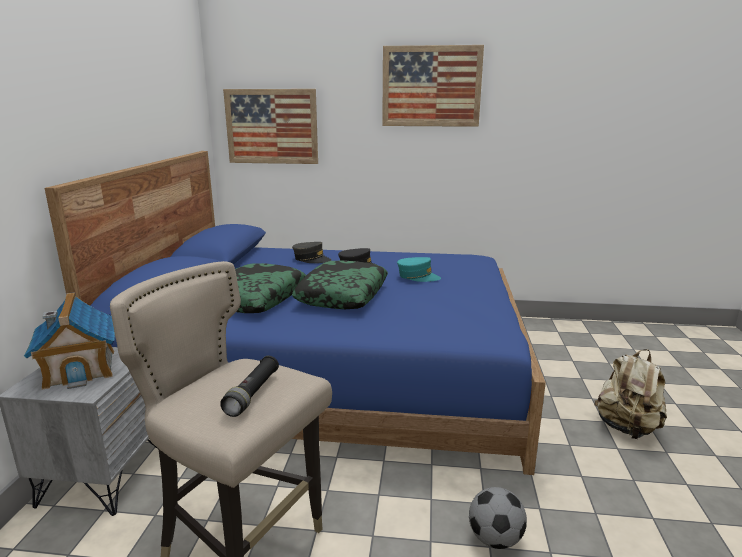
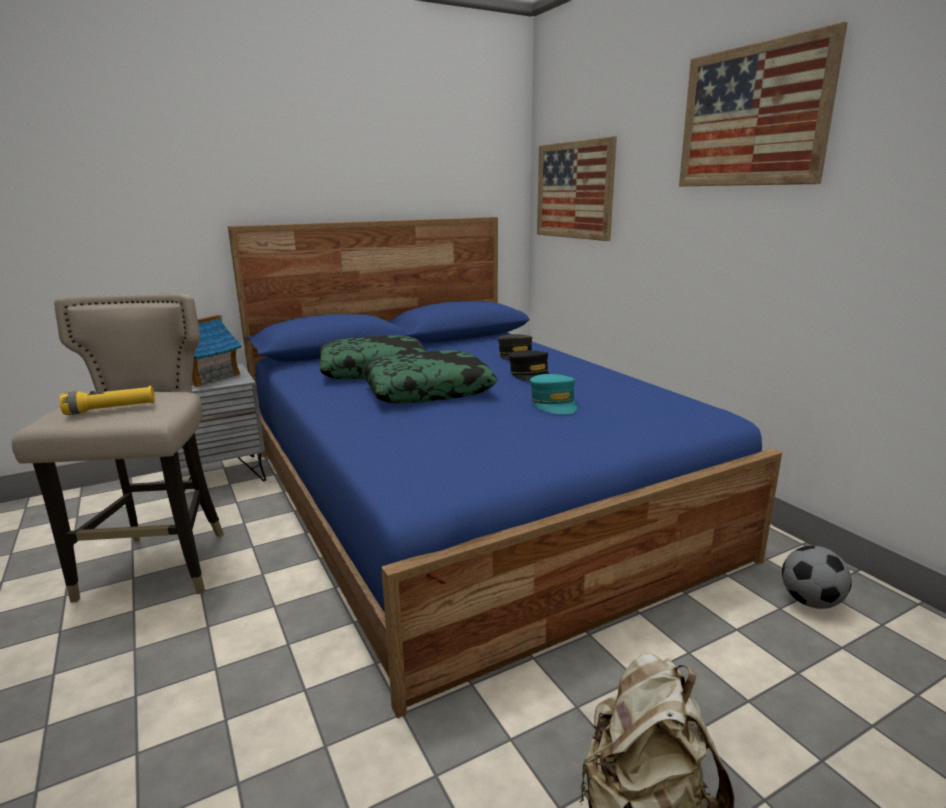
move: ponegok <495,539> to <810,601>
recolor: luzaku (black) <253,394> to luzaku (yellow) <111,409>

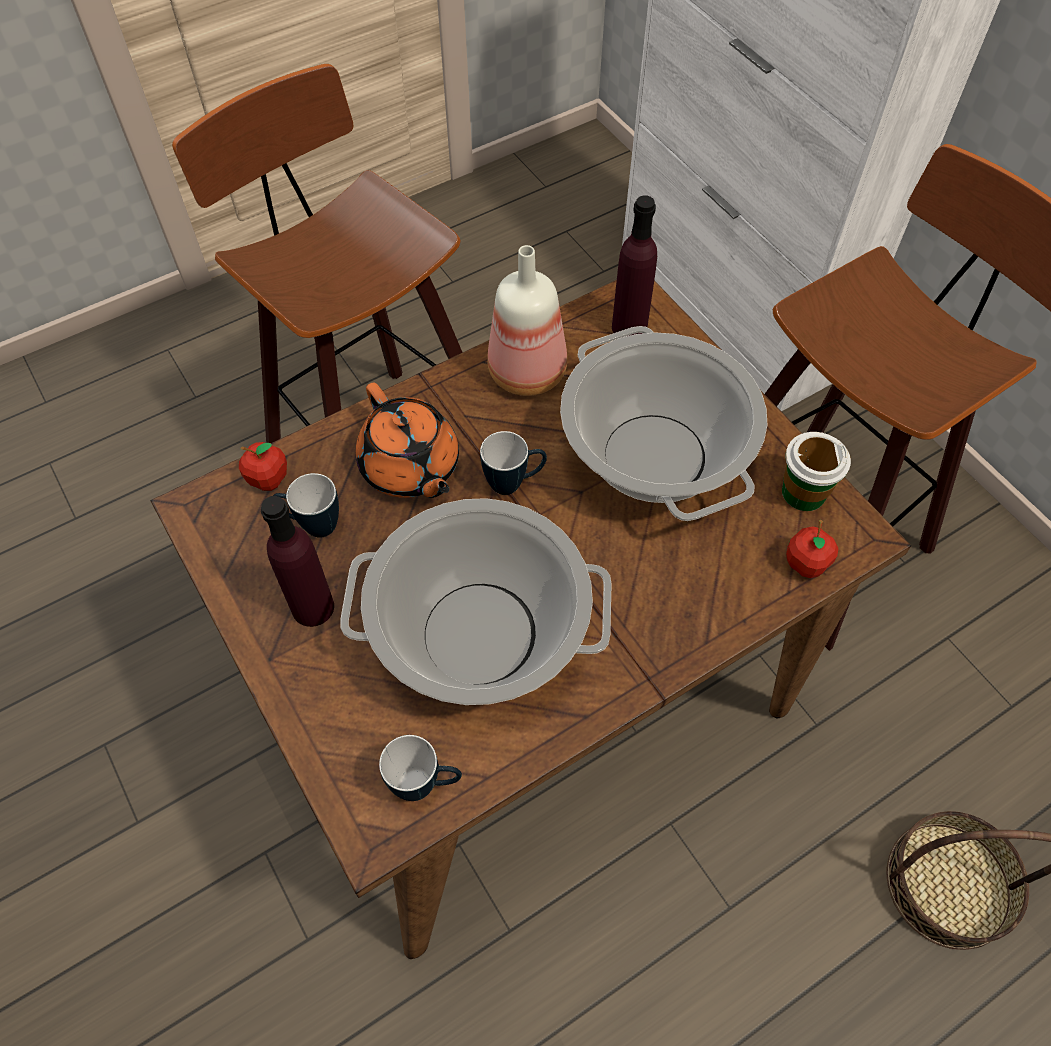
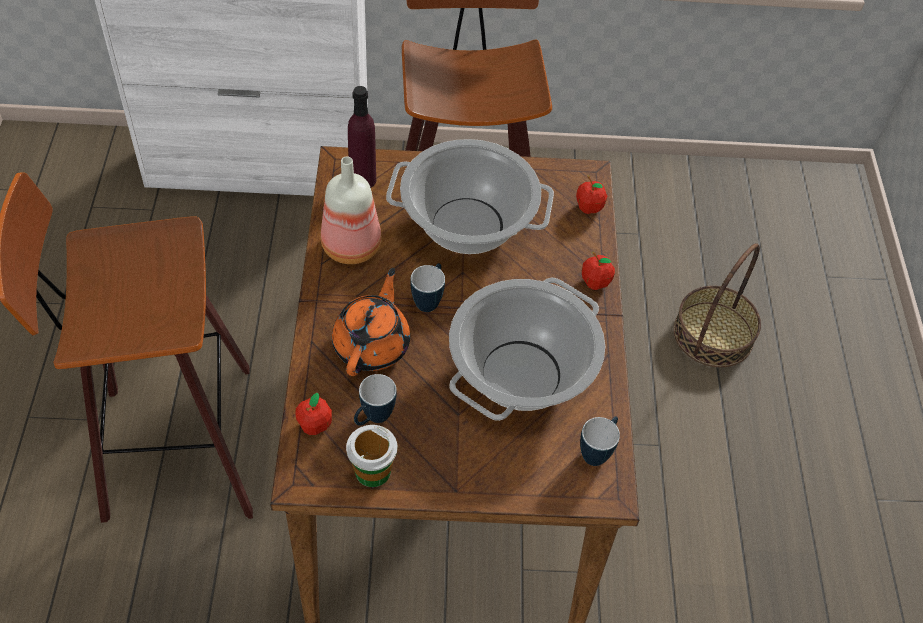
delete: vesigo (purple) <313,607>
insert: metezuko <595,282>
move: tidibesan <803,492> to <372,471>
rotate: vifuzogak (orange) <410,467> = <372,344> 75 degrees counterclockwise

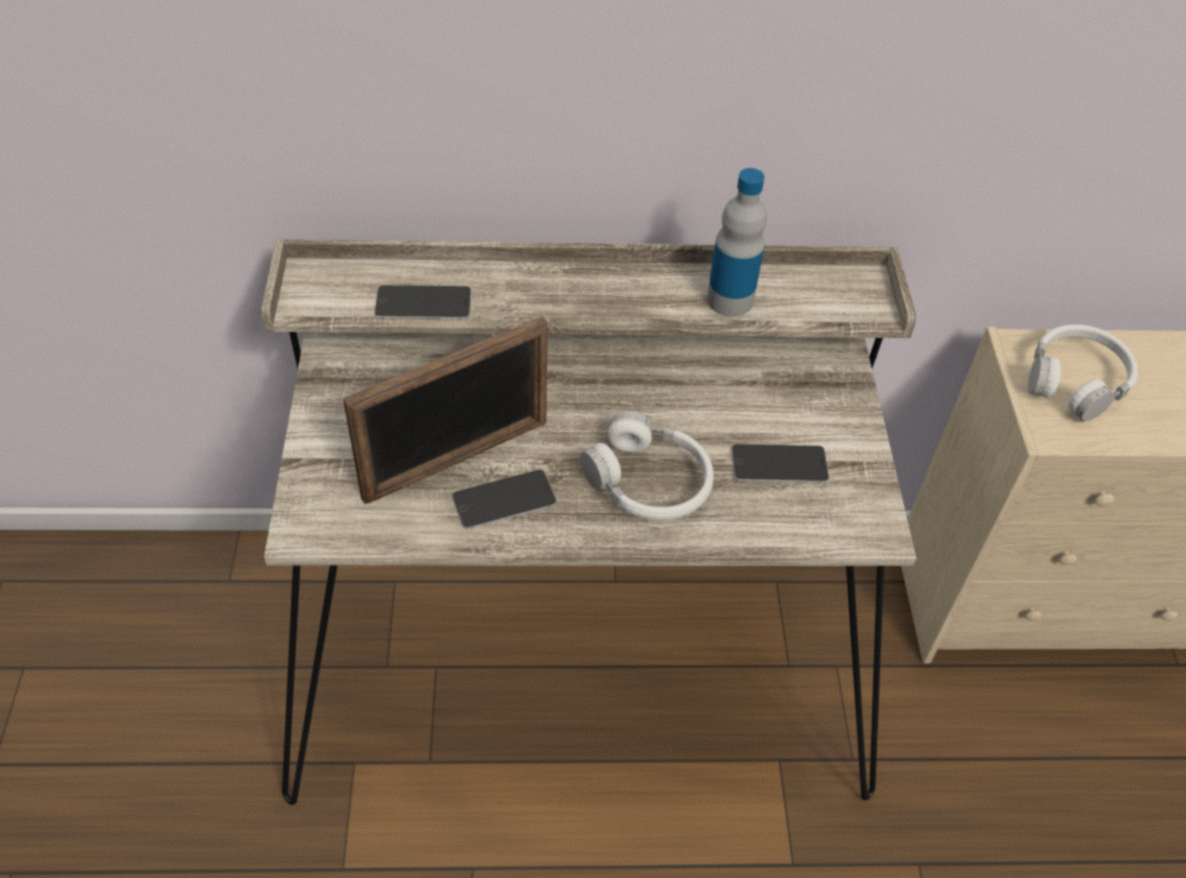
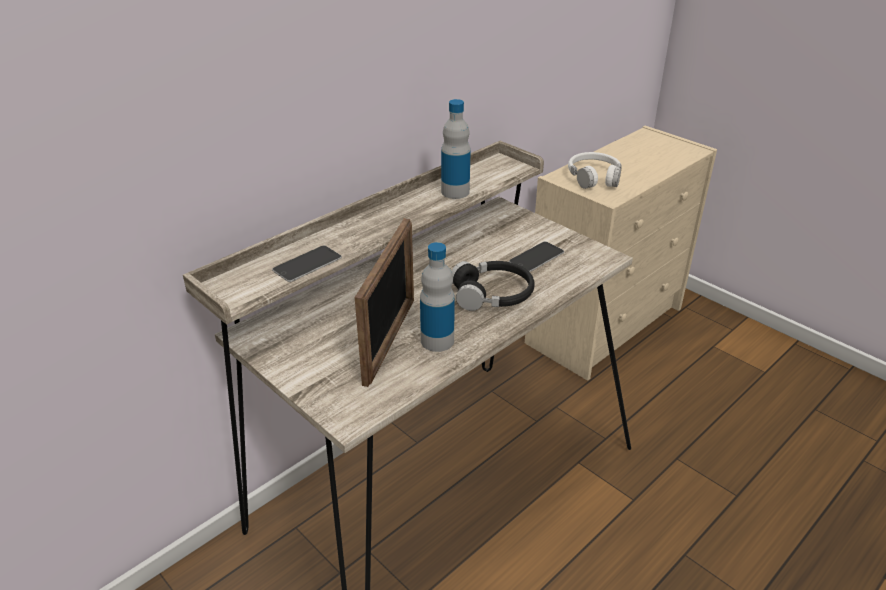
replace: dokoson <504,499> to vesigo <437,341>
recolor: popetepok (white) <648,482> to popetepok (black) <492,295>

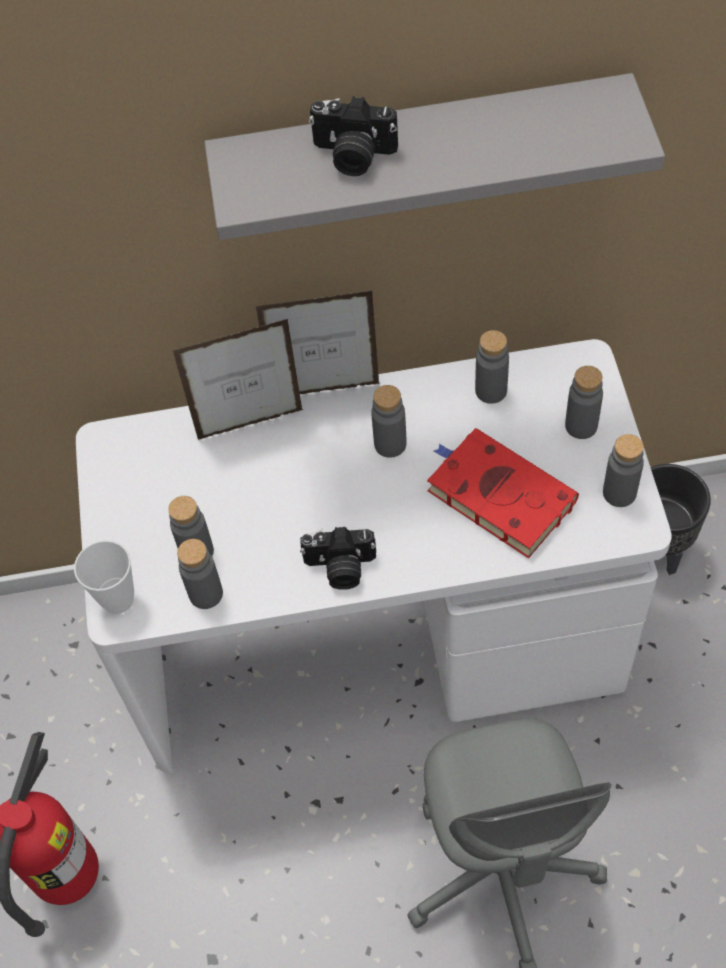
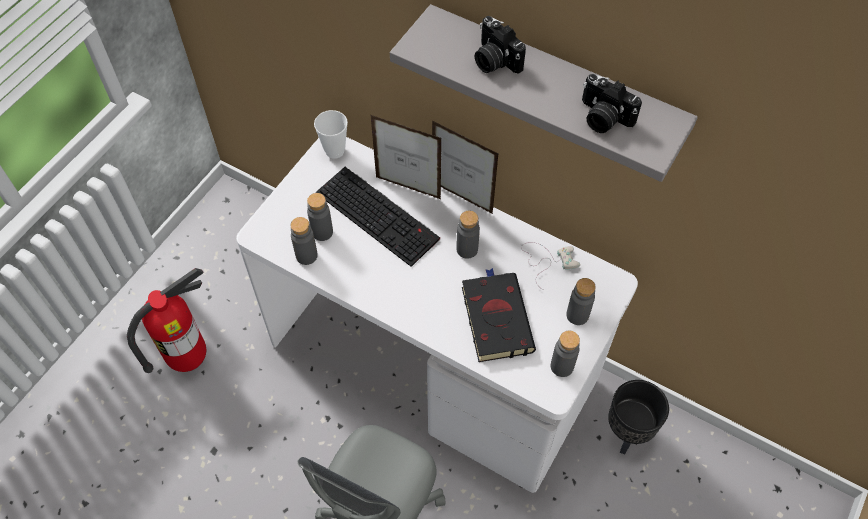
insert: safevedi <379,215>
move: tidibesan <118,599> to <334,151>; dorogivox <340,568> to <603,118>
replace: vesigo (grey) <491,390> to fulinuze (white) <547,260>
recolor: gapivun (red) <497,495> to gapivun (black) <495,317>

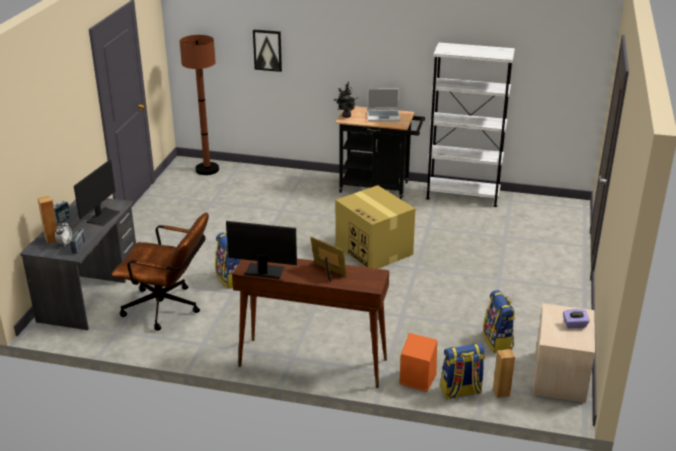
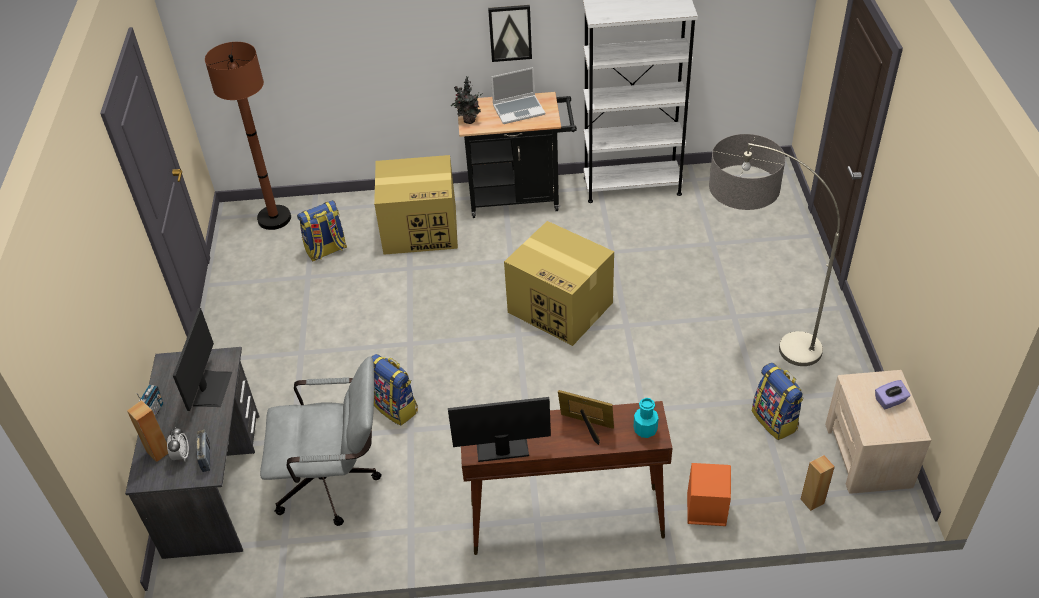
insert: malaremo <421,229>; vesigo (turquoise) <645,429>; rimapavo <749,338>
move: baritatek <460,391> to <326,250>; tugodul <267,50> to <510,32>
recolor: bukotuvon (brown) <168,309> to bukotuvon (grey) <336,482>

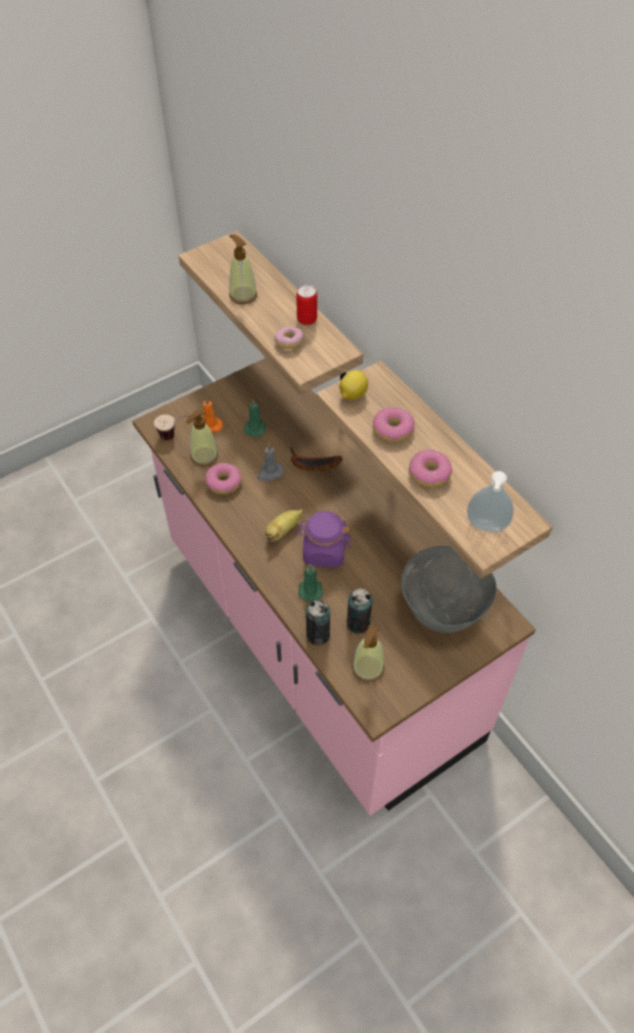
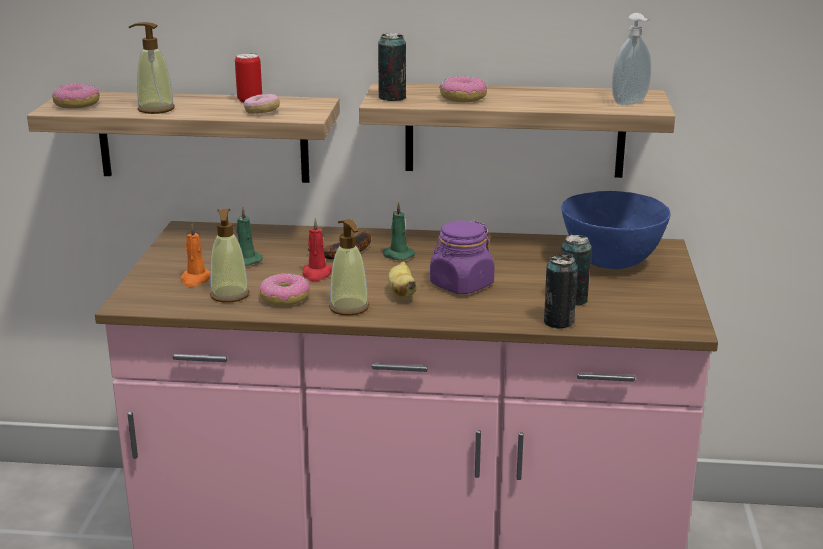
delete: tidibesan <175,436>
move: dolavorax <429,474> to <77,104>; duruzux <367,668> to <349,308>; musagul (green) <310,589> to <397,255>
replace: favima <352,395> to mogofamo <392,98>
recolor: musagul (grey) <269,473> to musagul (red) <317,274>; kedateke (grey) <442,611> to kedateke (blue) <612,263>

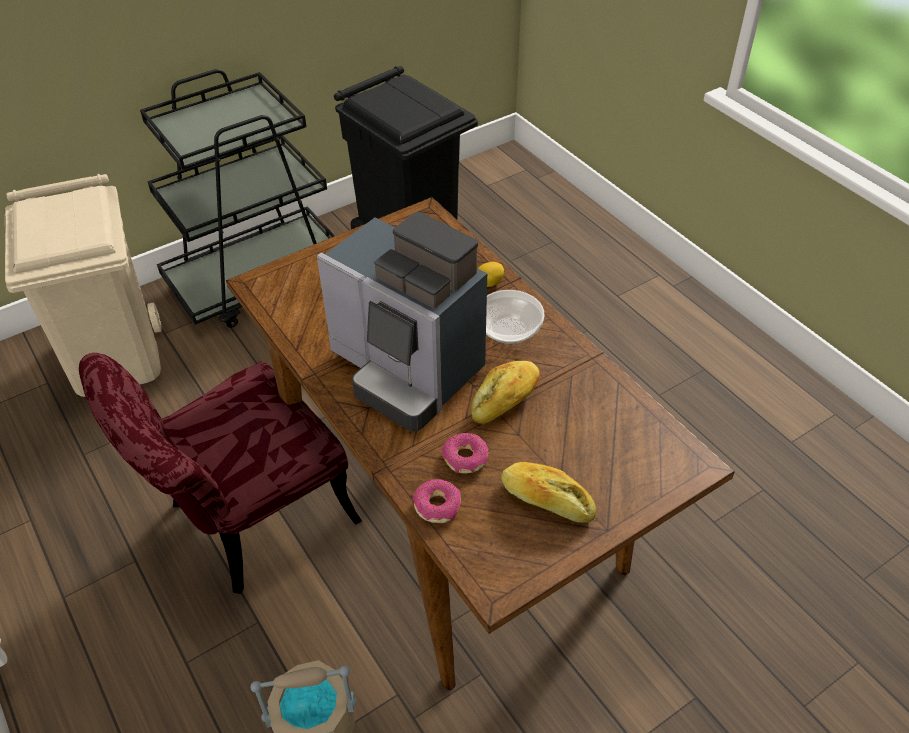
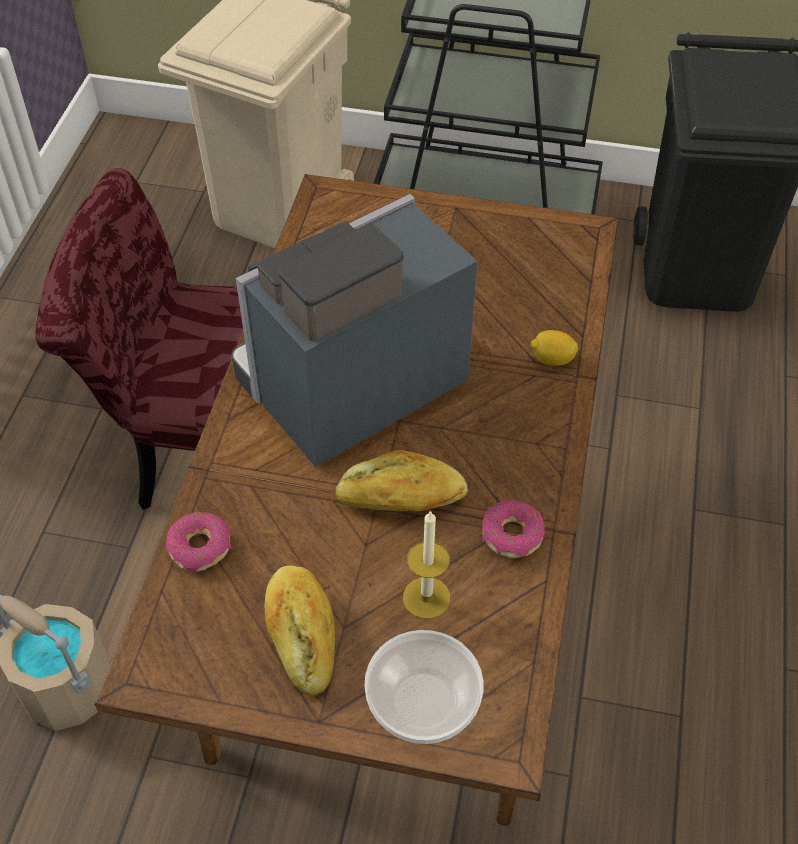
insert: musagul <426,598>
move: kedateke <510,330> to <424,702>; dolavorax <465,458> to <511,535>
rotate: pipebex <406,370> = <347,388> 60 degrees clockwise

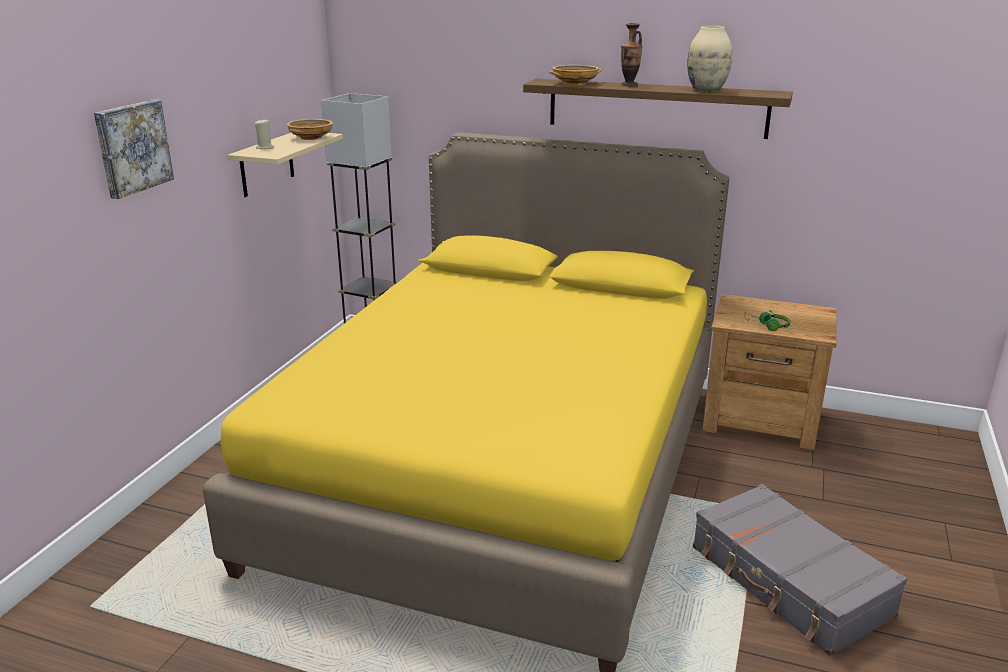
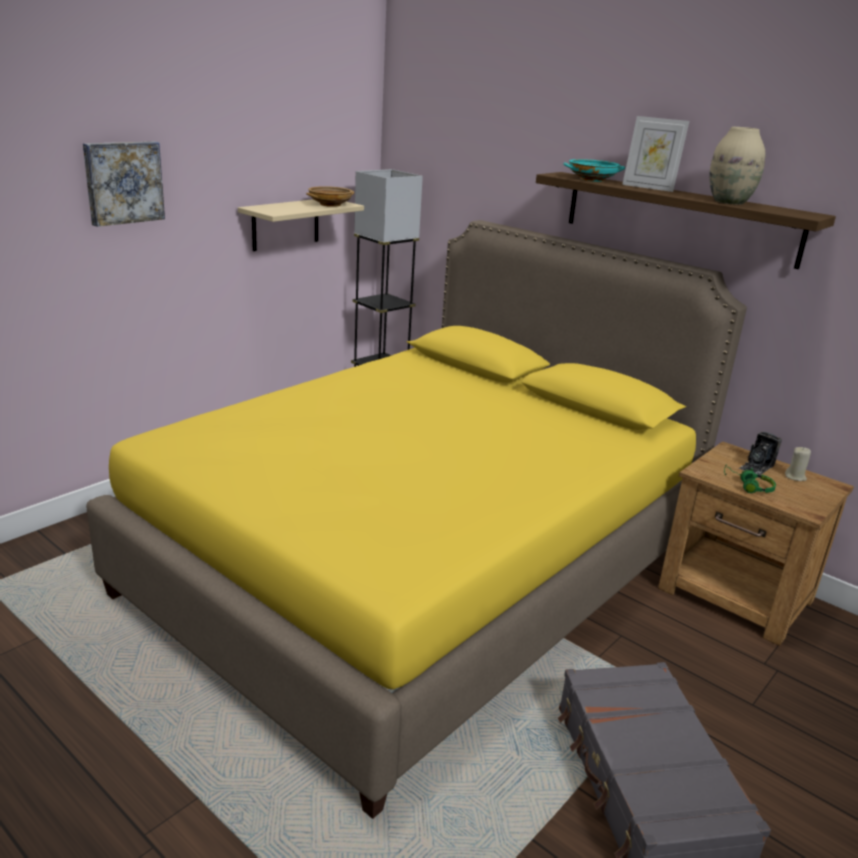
insert: dorogivox <756,467>
move: musagul (beige) <265,148> to <795,477>
replace: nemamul <629,85> to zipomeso <649,187>
recolor: kedateke (beige) <575,83> to kedateke (turquoise) <592,179>

